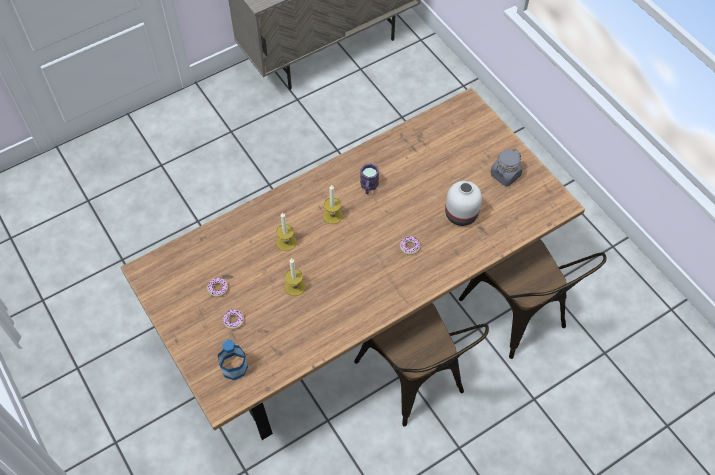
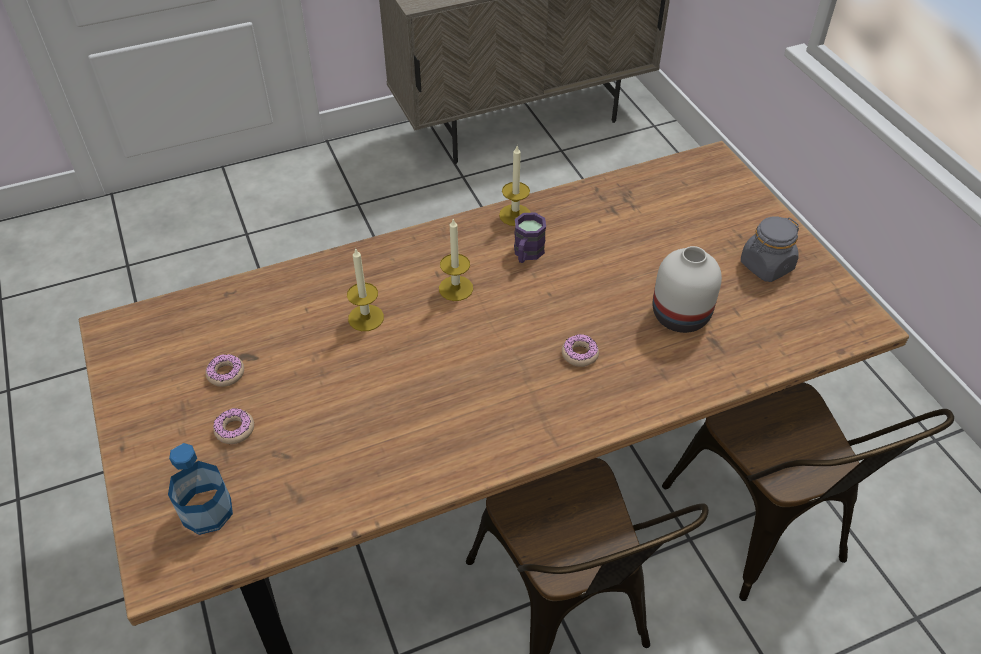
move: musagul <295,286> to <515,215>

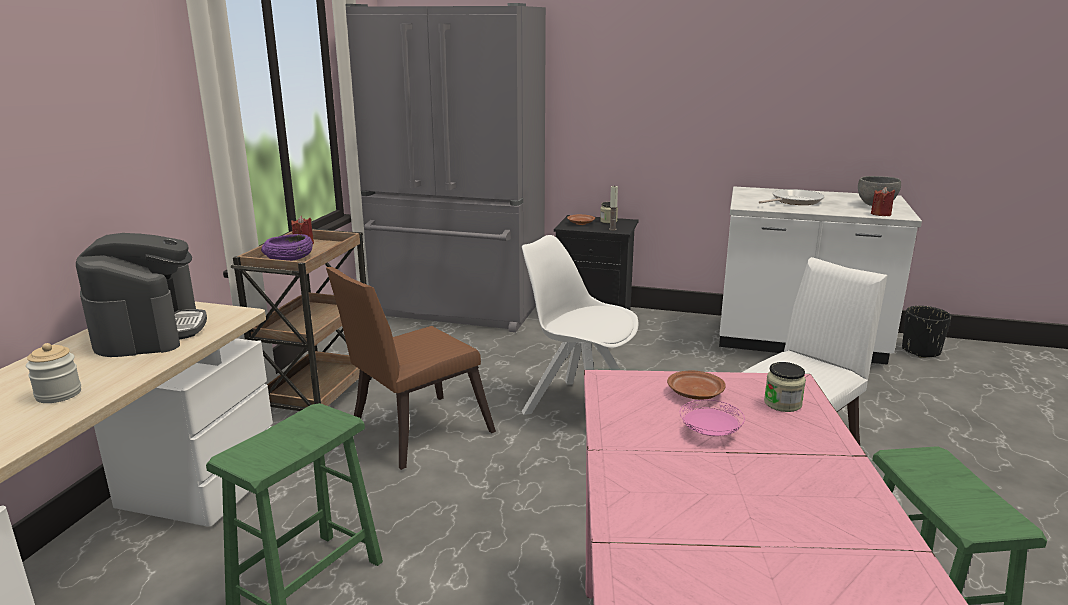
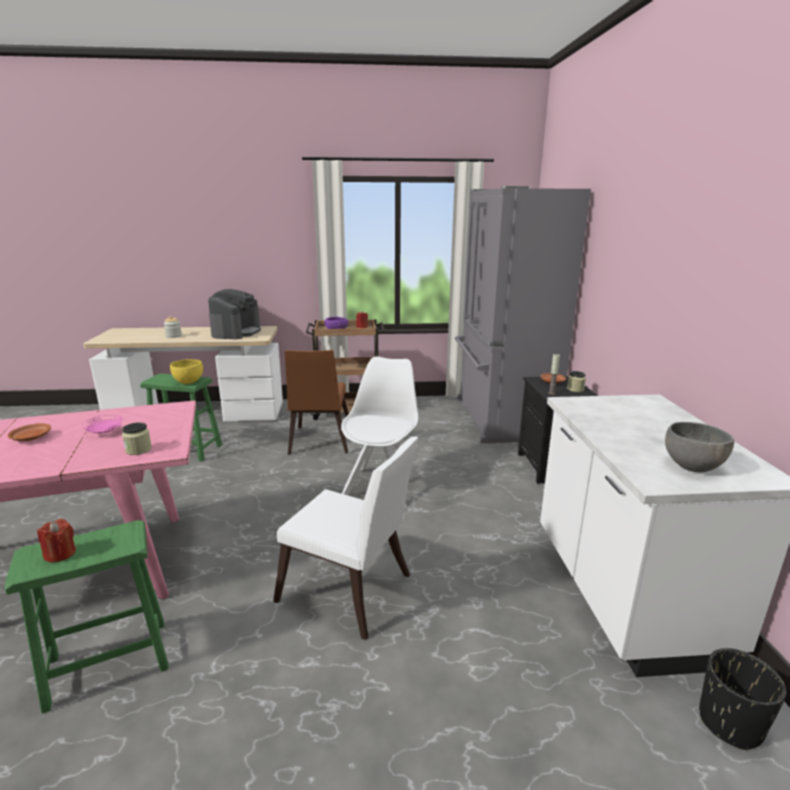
delete: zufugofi <794,201>
insert: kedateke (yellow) <188,382>
move: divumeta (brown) <694,394> to <31,437>; musagul (red) <880,214> to <60,554>
rotate: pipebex <149,330> = <236,332> 45 degrees counterclockwise; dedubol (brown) <413,433> = <319,442> 120 degrees counterclockwise

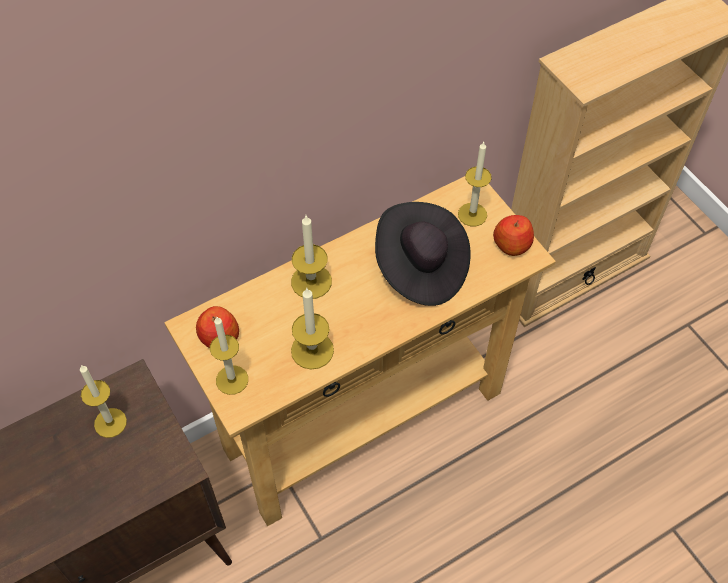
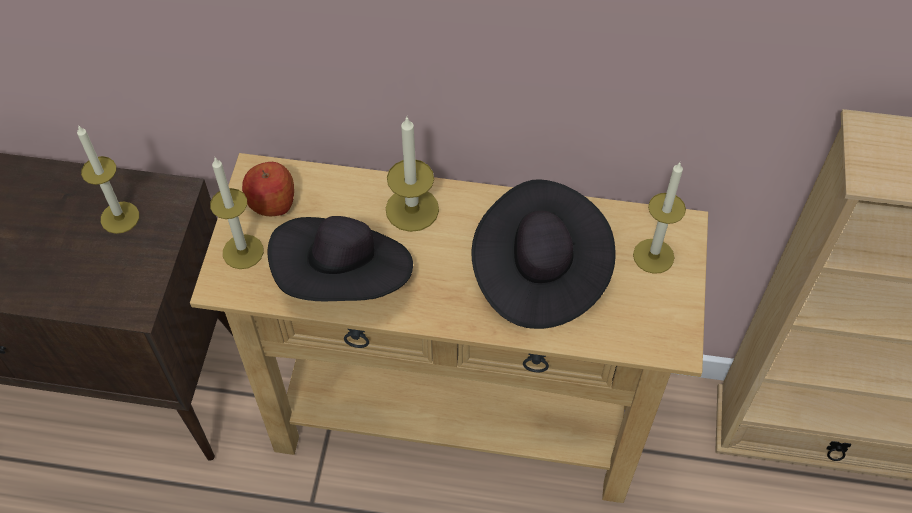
delete: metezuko <511,244>
replace: musagul <312,350> to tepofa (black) <345,278>

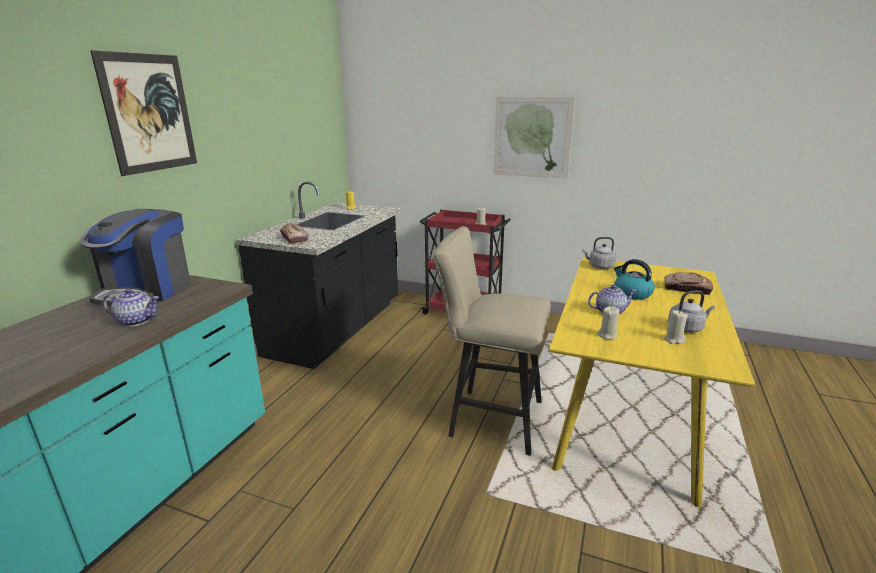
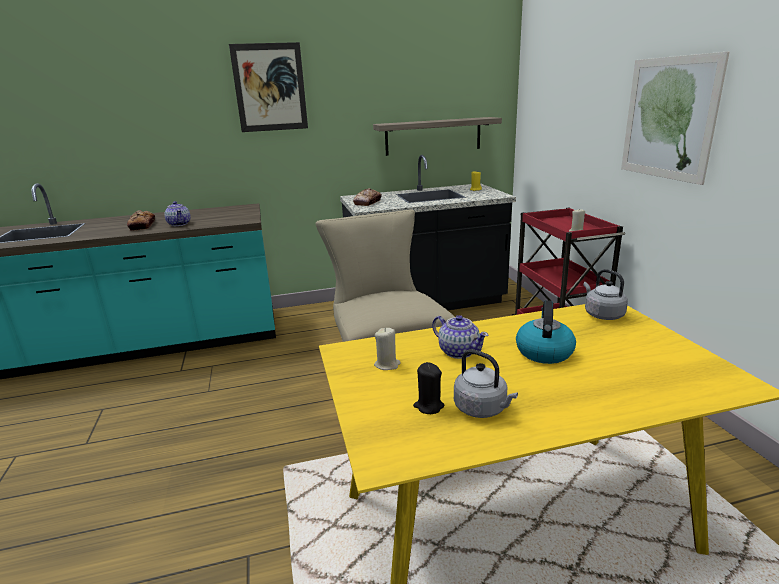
delete: pipebex <147,290>
insert: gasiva <433,136>
move: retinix <686,289> to <142,225>
recolor: musagul (beige) <673,340> to musagul (black) <428,406>

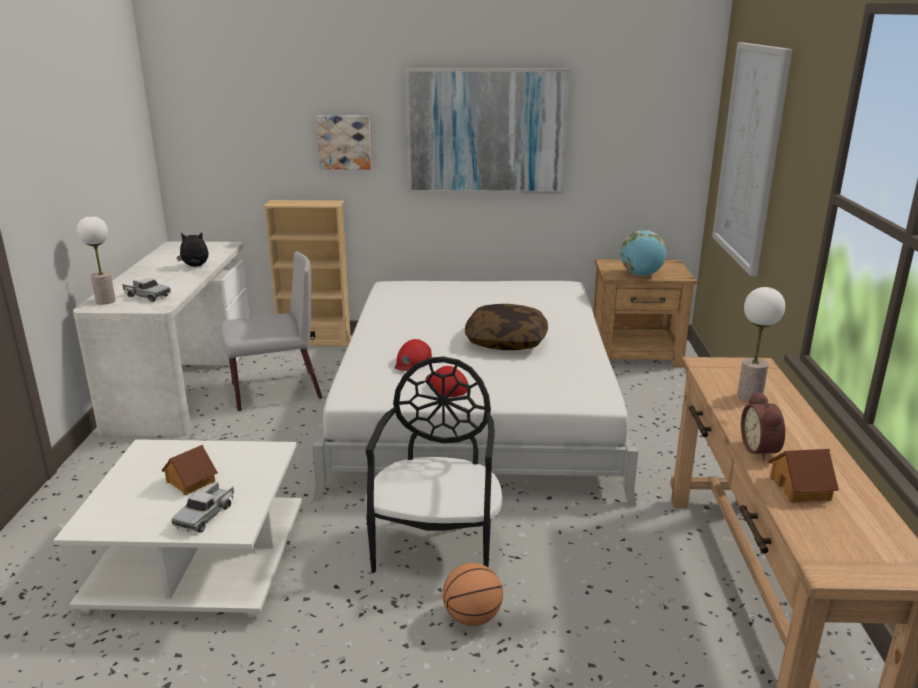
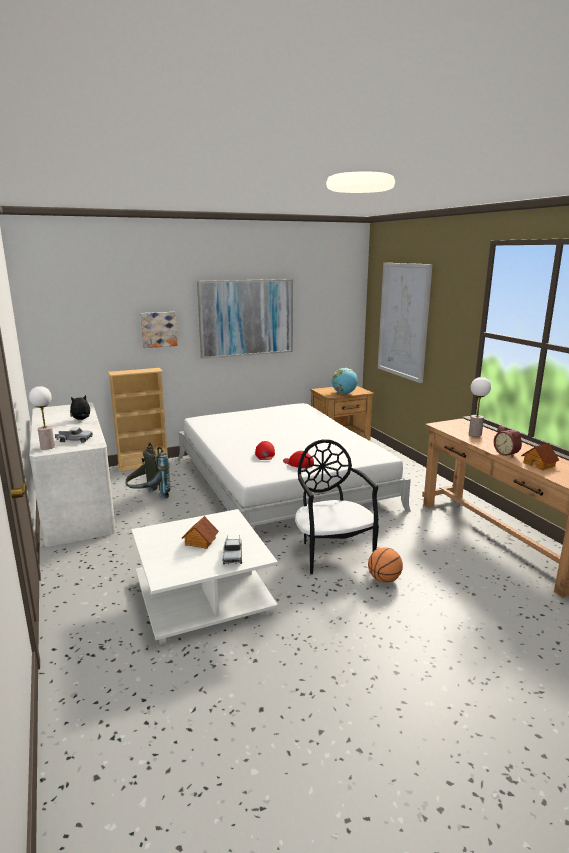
delete: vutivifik <506,341>
replace: dedubol (grey) <274,392> to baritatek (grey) <148,497>

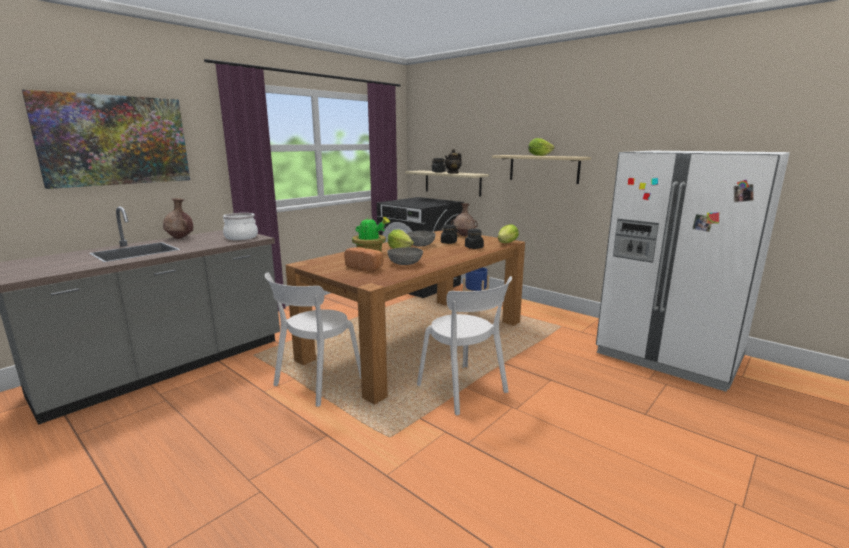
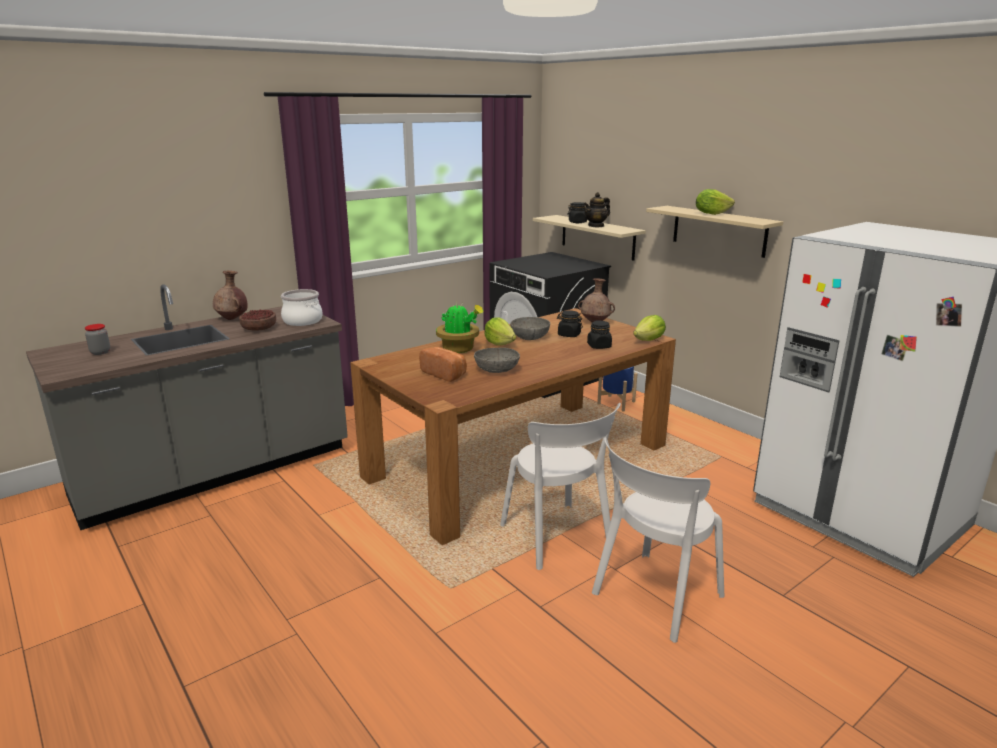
delete: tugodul <115,140>
insert: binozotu <100,352>; kedateke <258,328>
move: dedubol (white) <316,383> to <654,597>

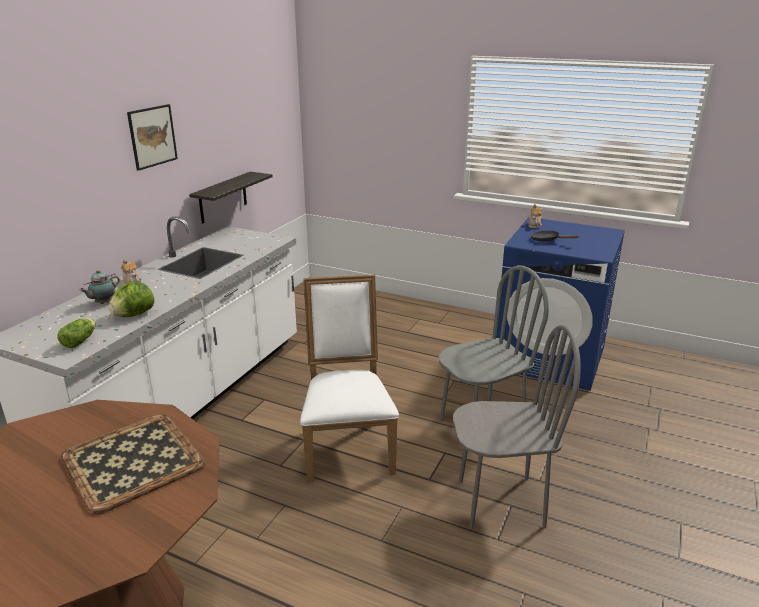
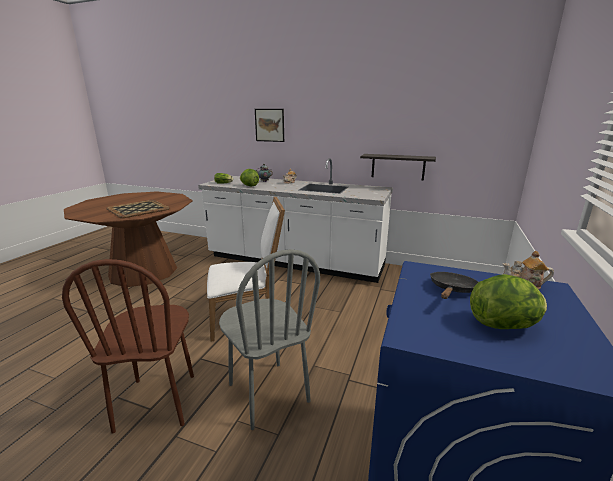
insert: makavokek <504,325>
move: tugodul <152,136> to <269,125>
recolor: dedubol (grey) <500,502> to dedubol (brown) <157,401>

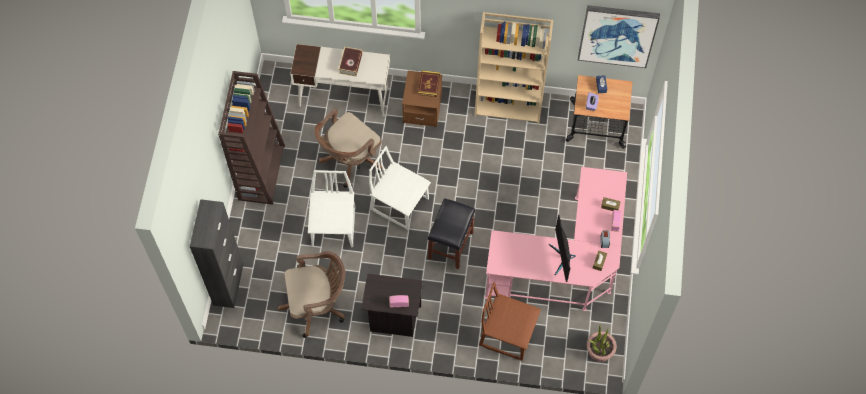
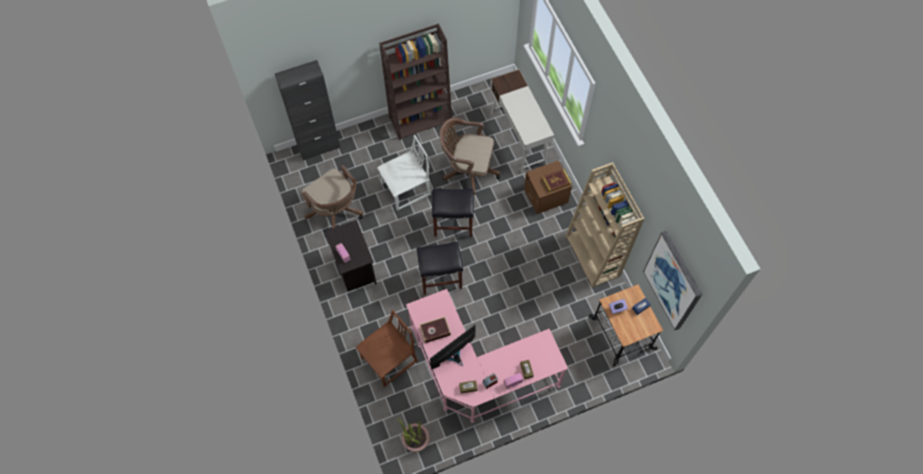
move: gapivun <350,63> to <435,331>
replace: dedubol (white) <400,203> to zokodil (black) <454,223>
rotate: dedubol (brown) <508,333> = <389,360> 60 degrees clockwise

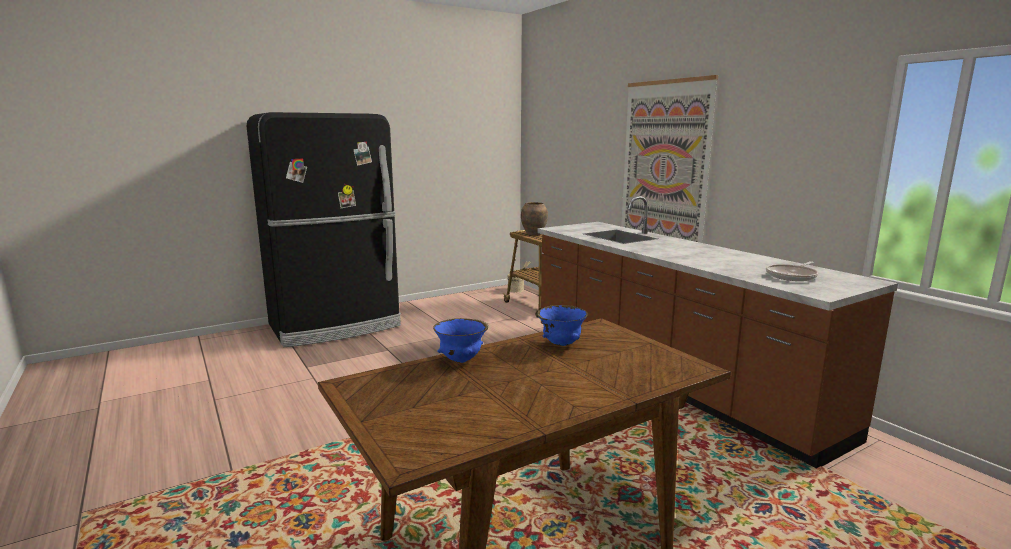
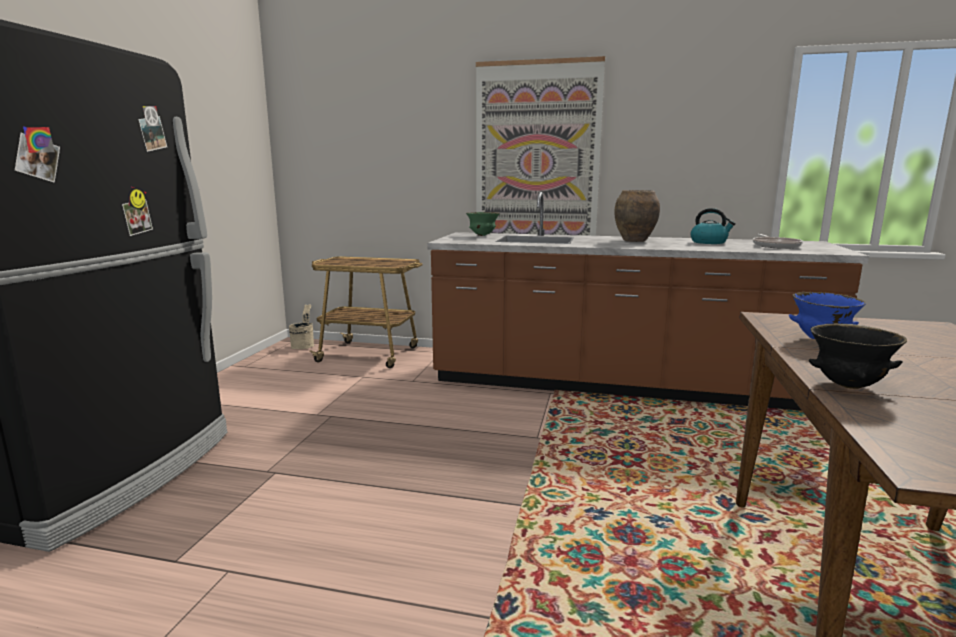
insert: kedateke (green) <482,235>; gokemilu <709,242>
move: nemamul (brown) <534,234> to <634,240>
recolor: kedateke (blue) <461,360> to kedateke (black) <848,385>

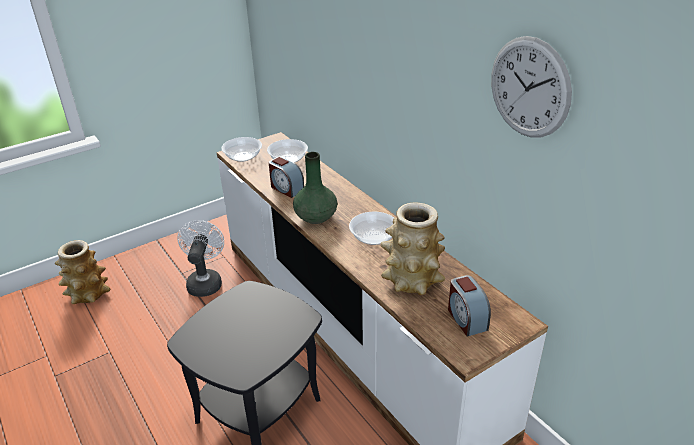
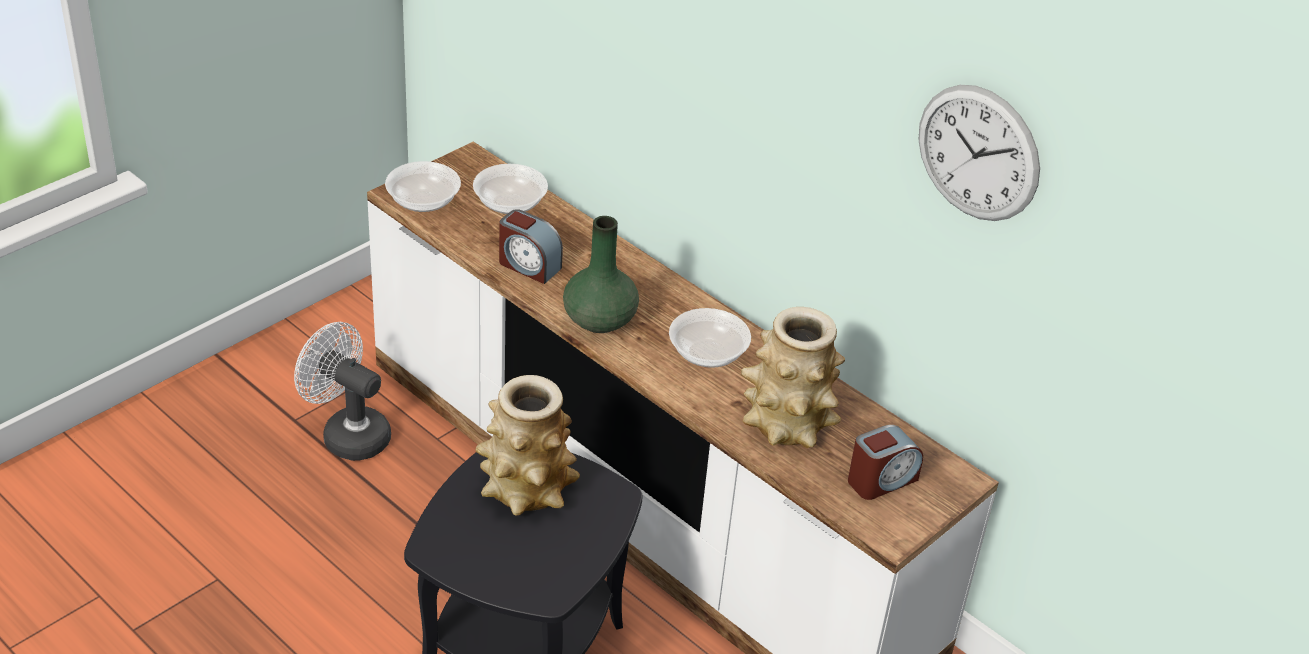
move: nemamul <88,293> to <526,488>
rotate: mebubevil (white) <205,282> = <348,434> 45 degrees counterclockwise; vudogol <466,319> = <881,480> 90 degrees counterclockwise

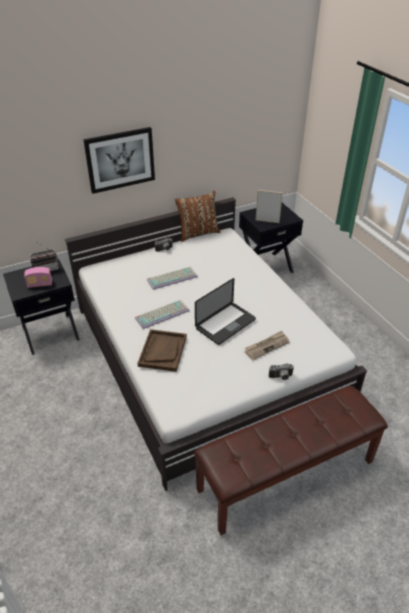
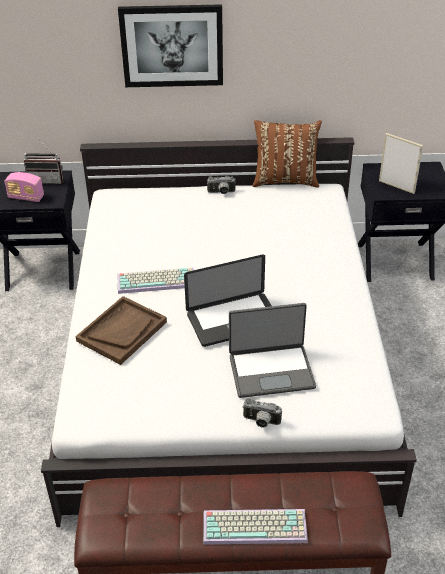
move: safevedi <172,277> to <256,525>
replace: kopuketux <266,346> to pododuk <271,370>

